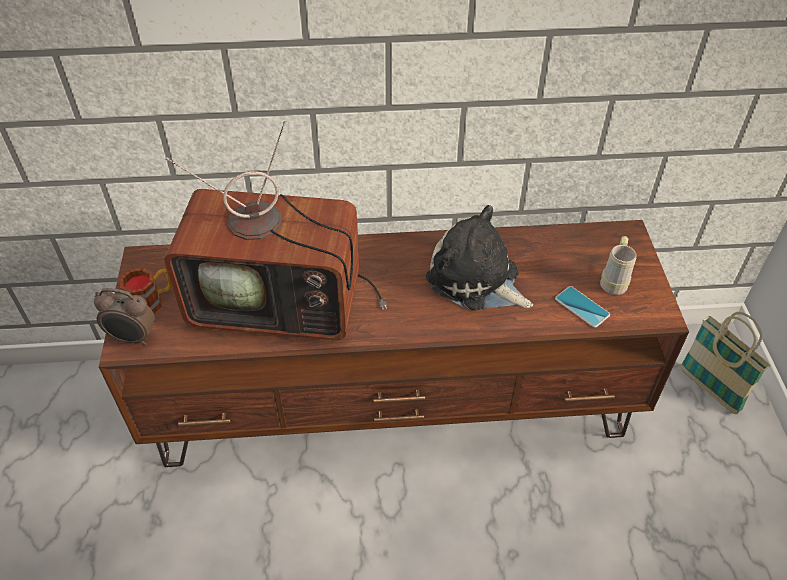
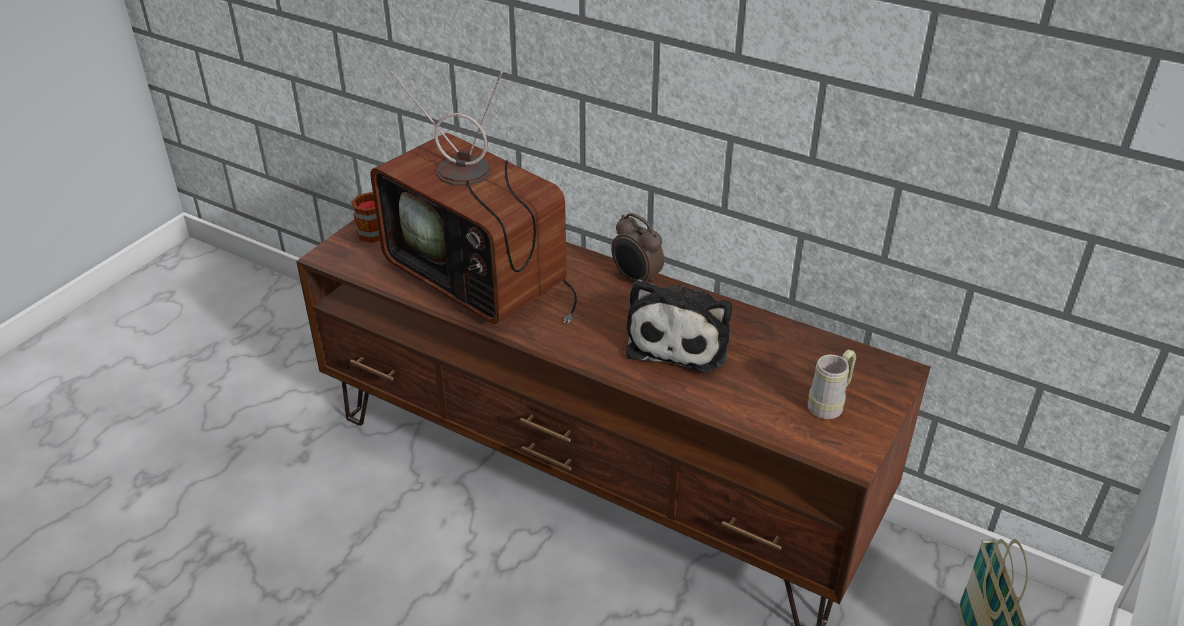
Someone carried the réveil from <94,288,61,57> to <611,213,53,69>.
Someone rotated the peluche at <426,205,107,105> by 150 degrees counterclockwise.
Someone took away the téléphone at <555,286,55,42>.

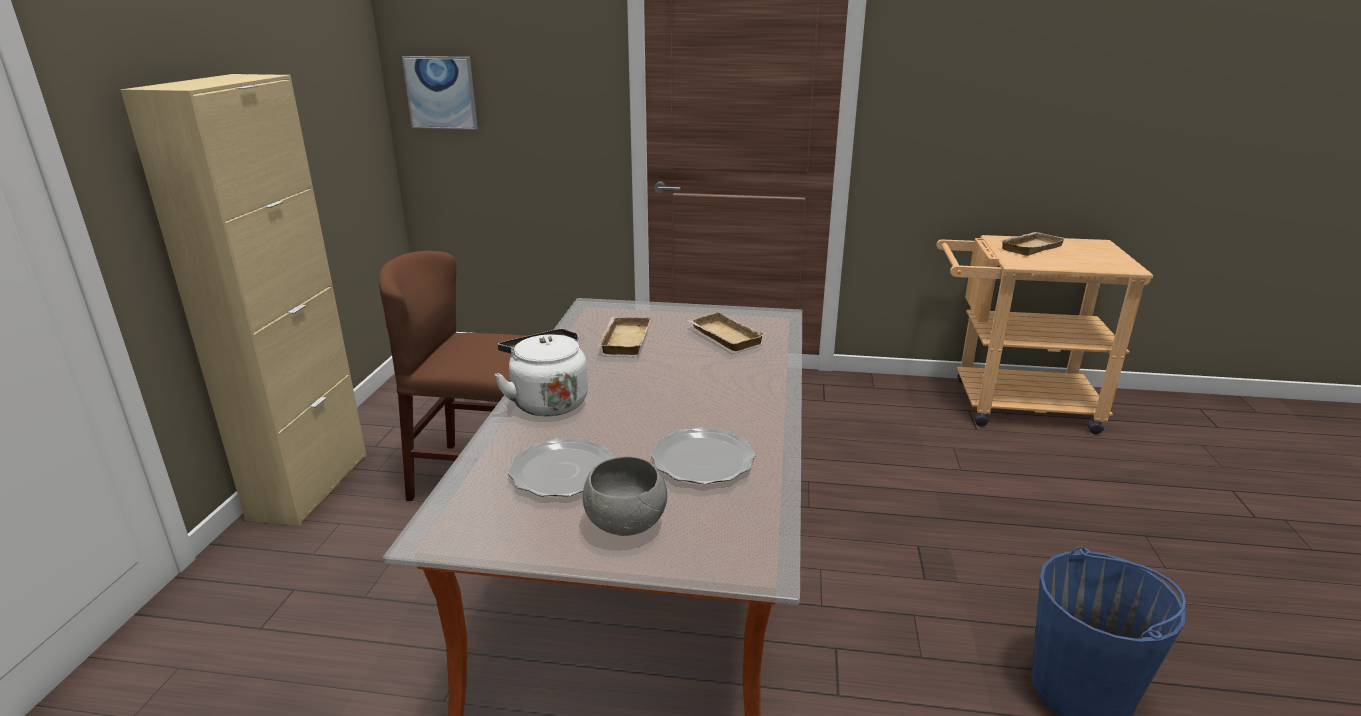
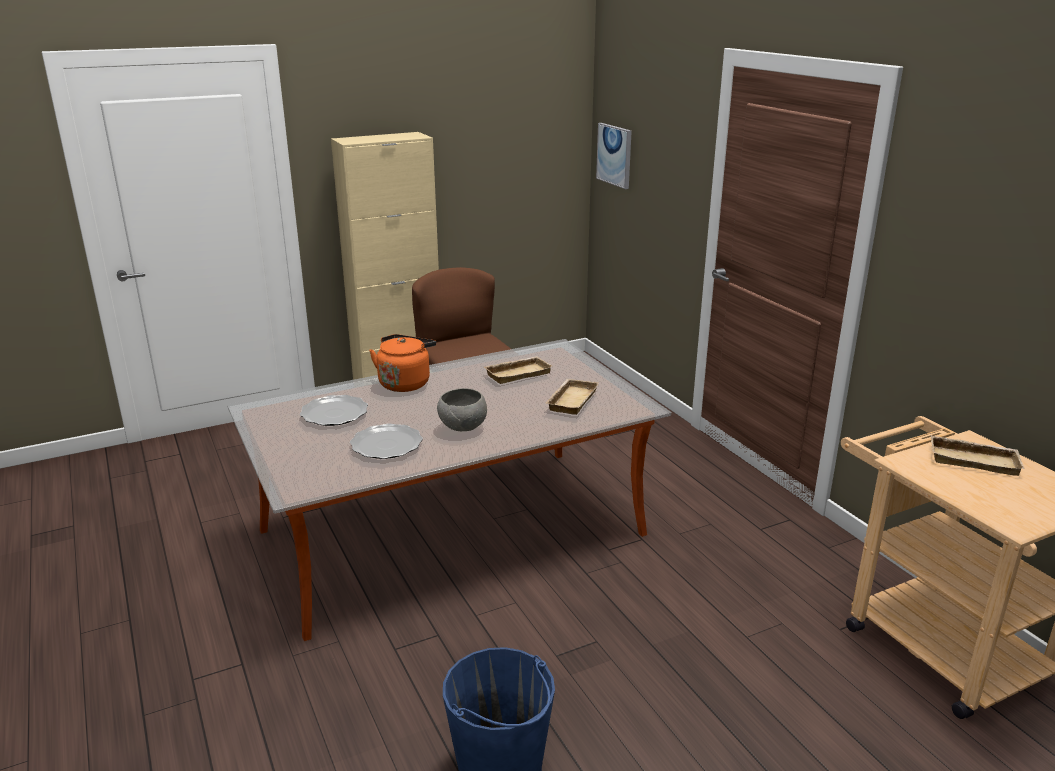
Someone repainted the bouilloire (blanc) at <494,329,94,87>, which became the bouilloire (orange) at <369,334,67,58>.
Someone carried the bol (gris) from <583,456,84,80> to <437,388,50,43>.

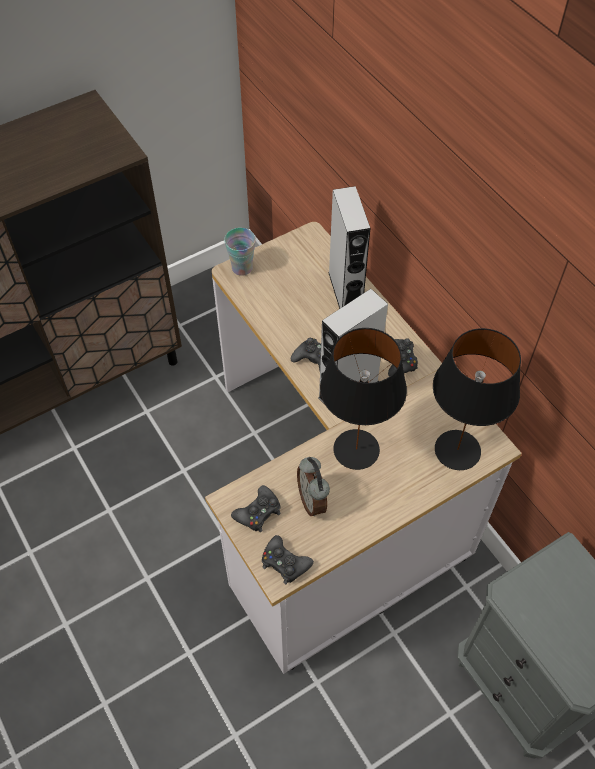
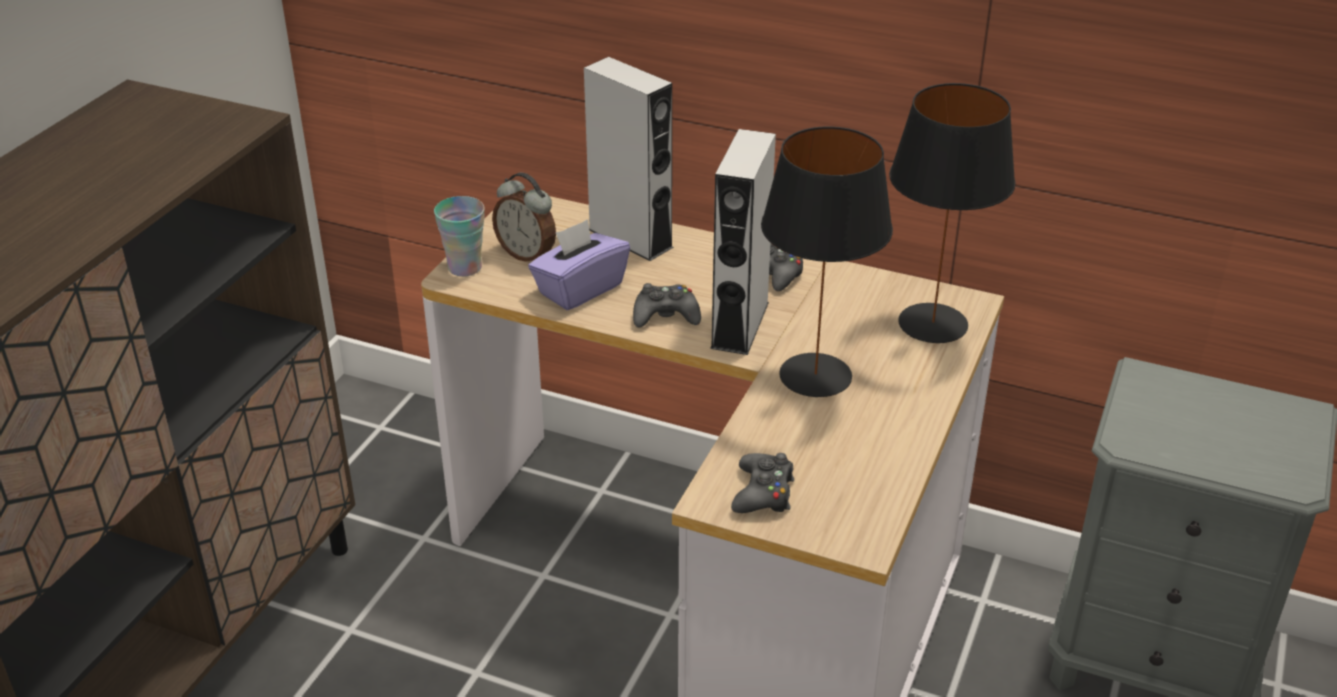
Someone carried the réveil from <297,457,33,59> to <492,173,64,89>.
Someone put down the boîte à mouchoirs (violet) at <528,219,102,91>.
Someone took away the manette (noir) at <262,535,52,49>.

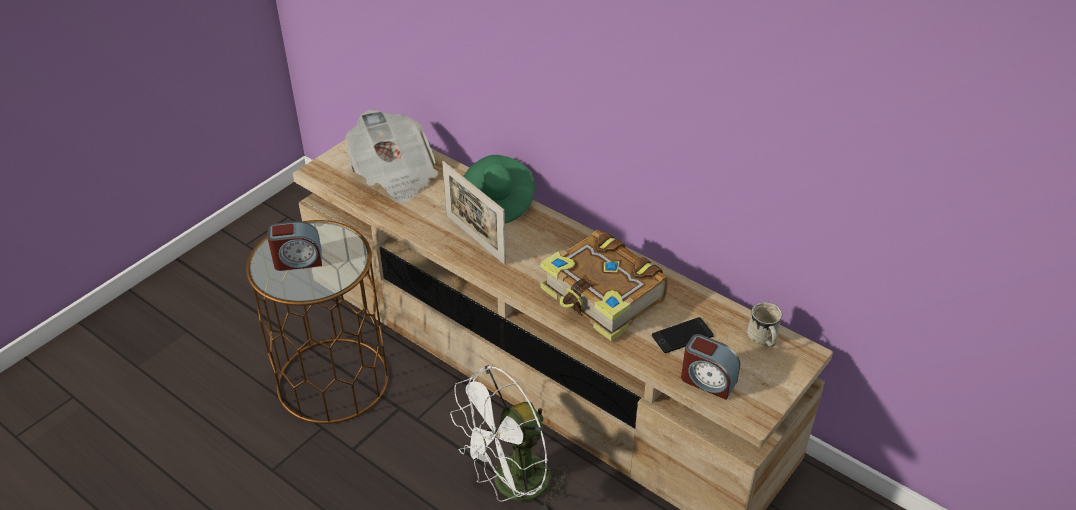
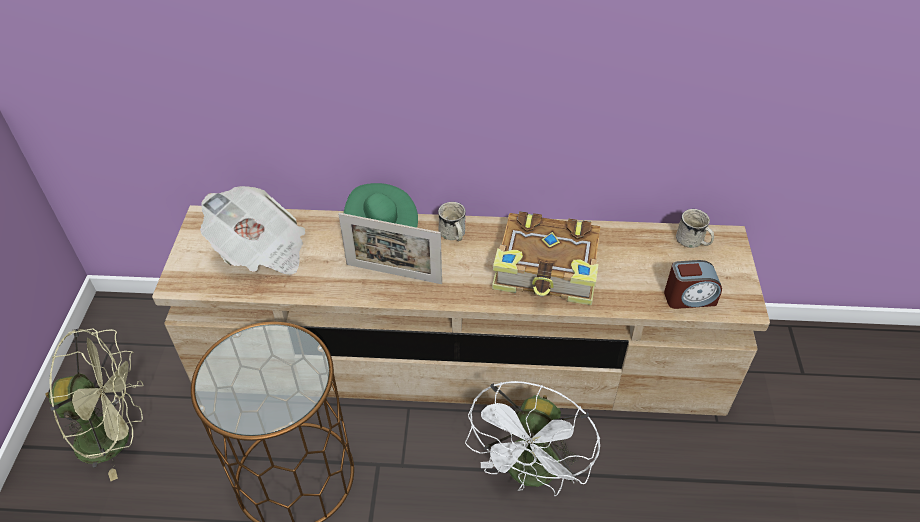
Someone put down the ventilateur (vert) at <46,328,98,153>.
Someone put down the mug (blanc) at <438,202,28,39>.
Someone took away the réveil at <267,221,55,50>.
Someone took away the téléphone at <652,317,62,37>.

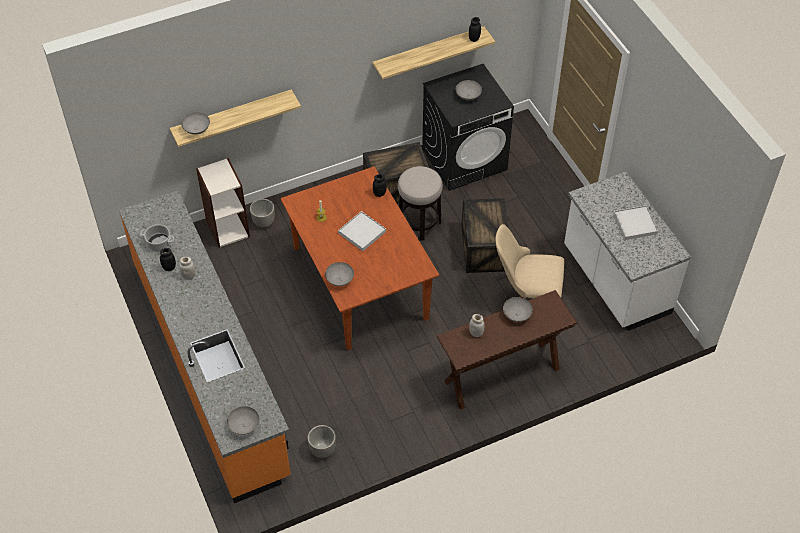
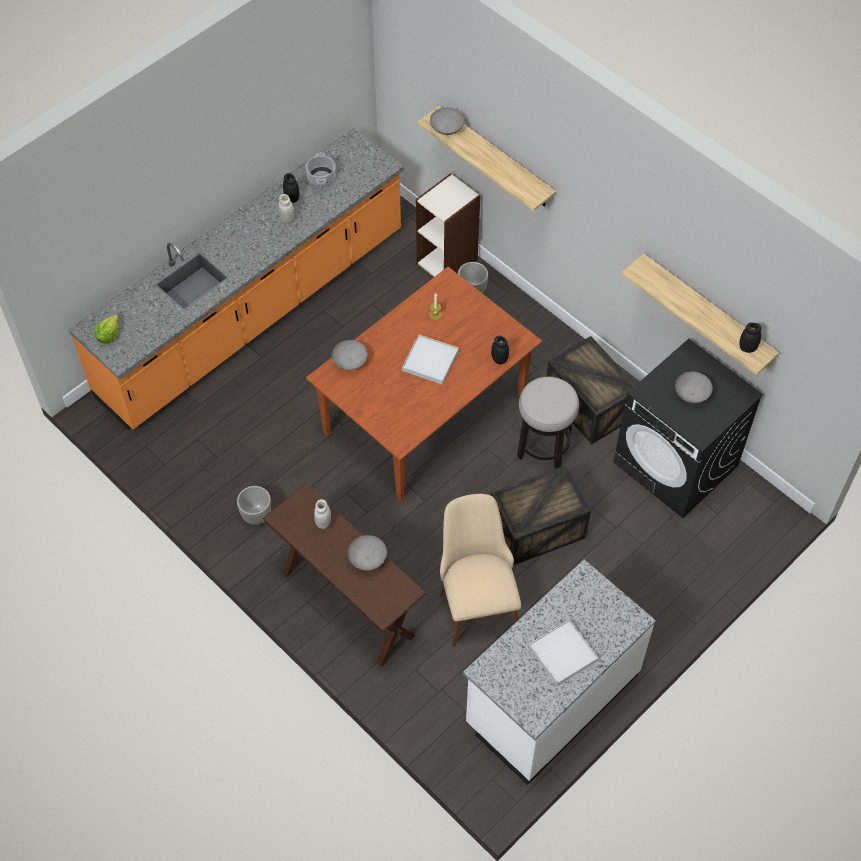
Someone swapped the bol (gris) at <227,406,32,29> for the laitue at <95,315,24,28>.
Someone carried the cache-pot from <307,425,29,33> to <237,486,34,39>.

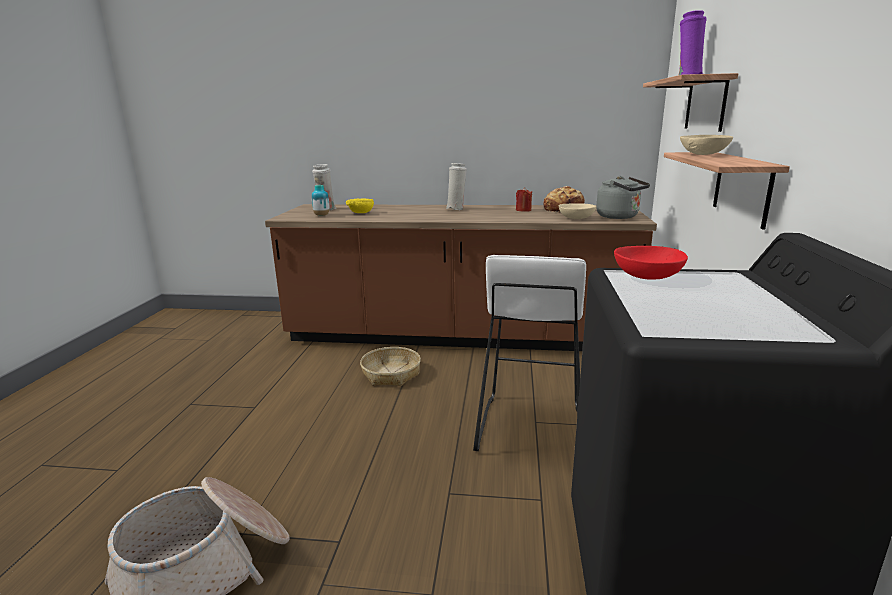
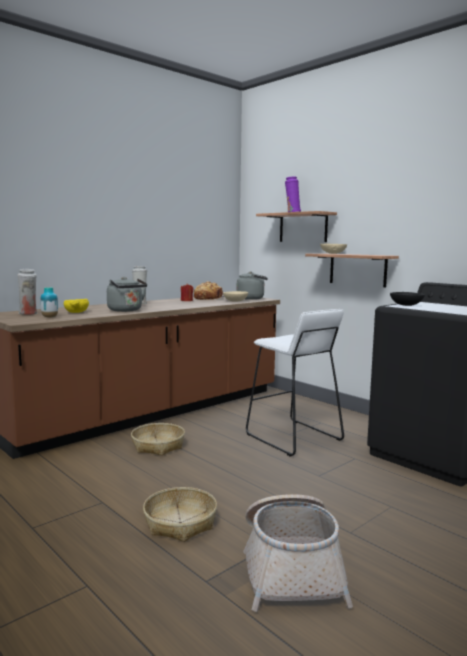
Someone put down the bouilloire (gris) at <107,277,40,35>.
Someone put down the panier at <143,487,74,55>.
Someone repainted the bol (rouge) at <614,246,74,34>, which became the bol (noir) at <390,292,35,14>.

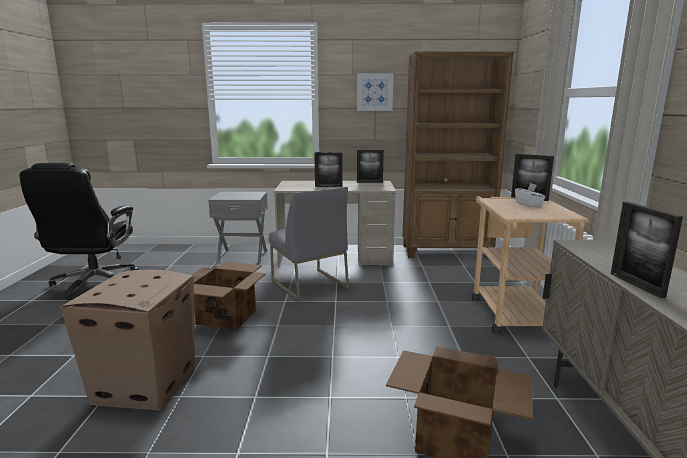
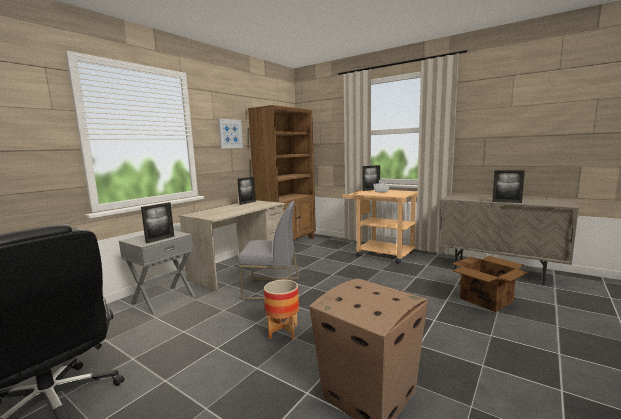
Someone carried the cadre photo from <314,152,28,35> to <141,202,33,41>.
Someone swapped the carton at <192,262,73,68> for the cache-pot at <264,280,35,60>.

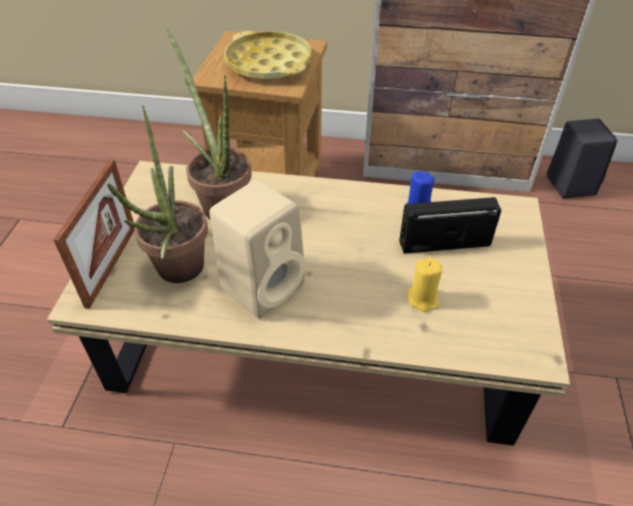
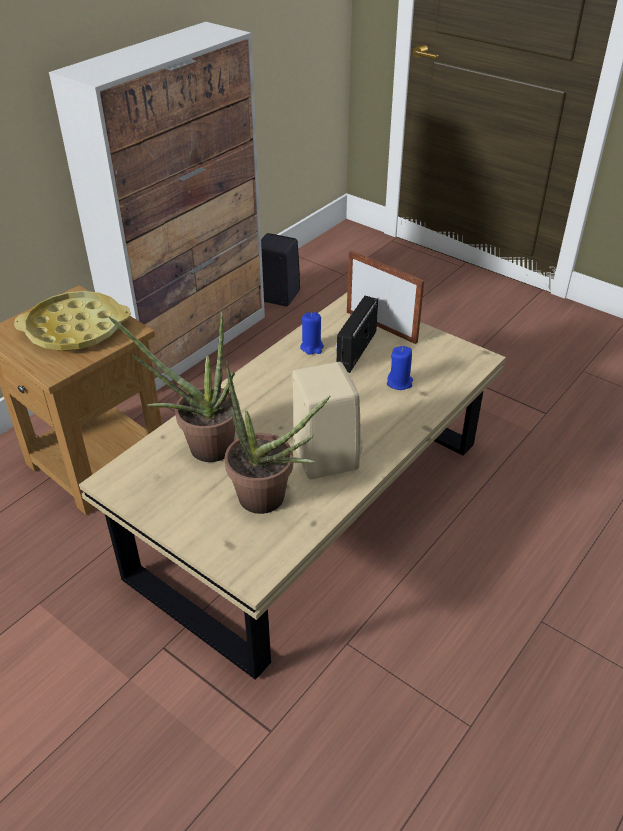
Someone carried the cadre photo from <53,159,81,150> to <347,251,77,93>.
Someone repainted the bougie (jaune) at <408,257,34,55>, which became the bougie (bleu) at <387,346,26,44>.

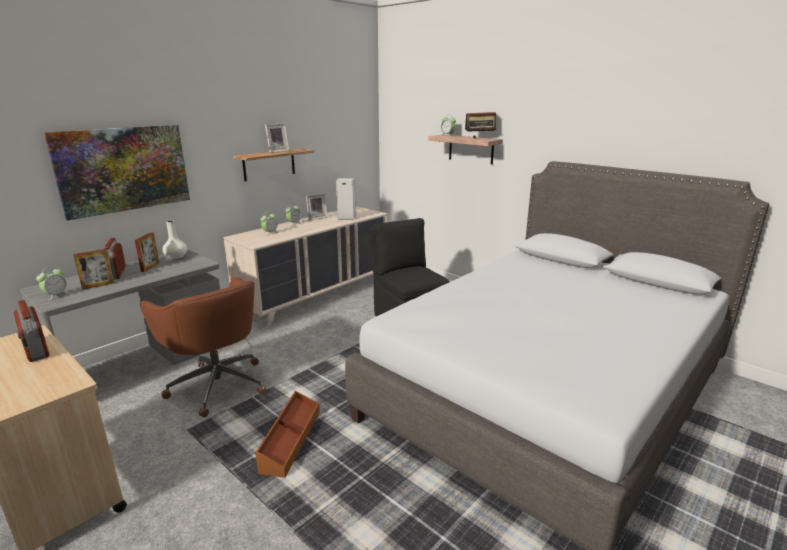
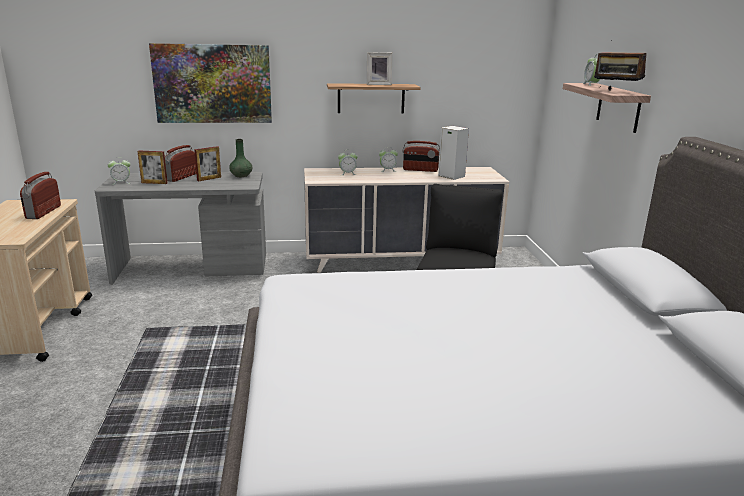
Someone repainted the vase (blanc) at <162,220,25,39>, which became the vase (vert) at <229,139,23,38>.
Someone swapped the cadre photo at <306,194,22,27> for the radio at <403,141,37,31>.
Someone took away the chaise de bureau (marron) at <140,277,126,140>.
Someone took away the boîte de rangement (marron) at <255,391,65,87>.

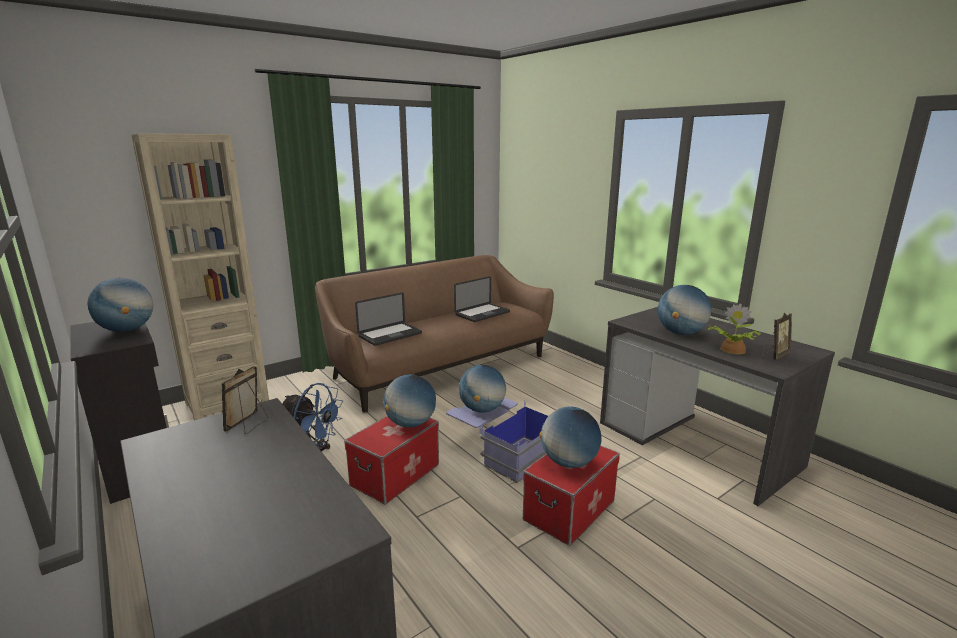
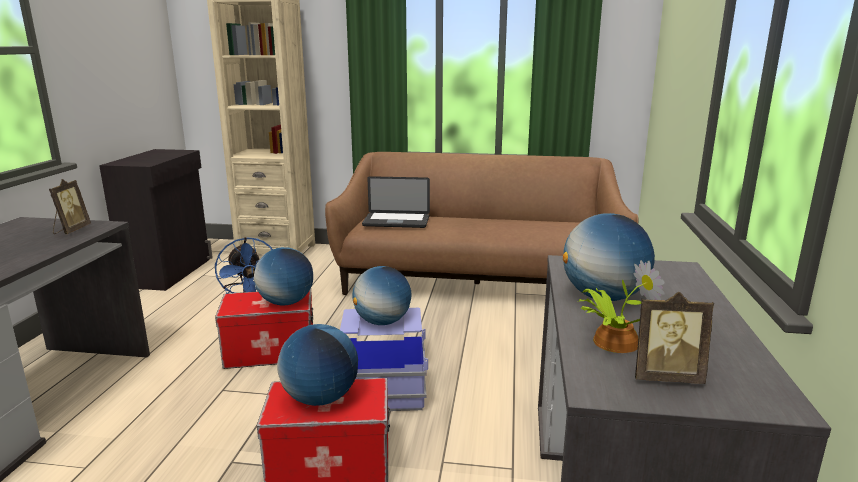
Someone rotated the cadre photo at <222,366,46,68> by 120 degrees clockwise.
Someone took away the globe at <88,278,65,54>.
Someone took away the ordinateur portable at <454,276,56,46>.

